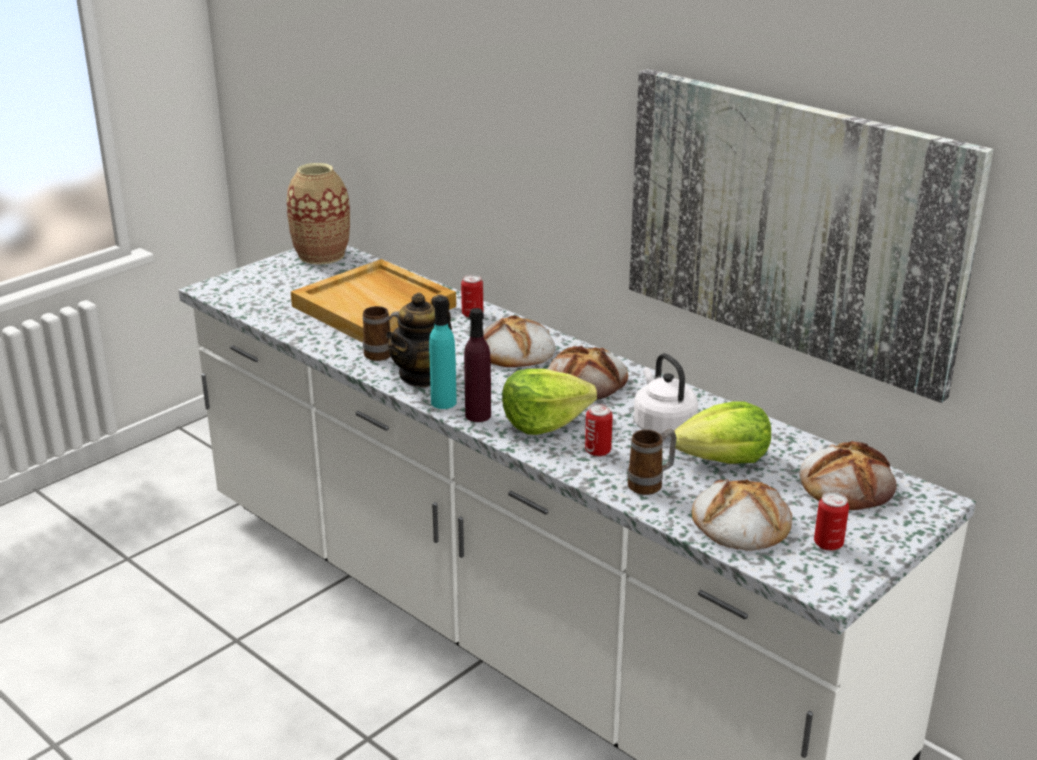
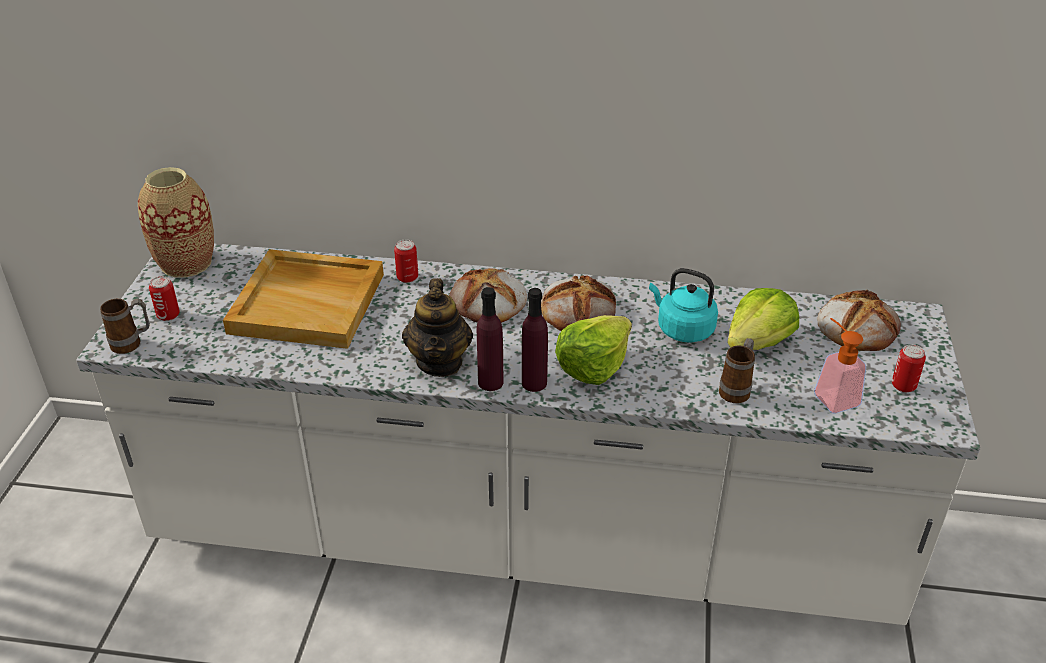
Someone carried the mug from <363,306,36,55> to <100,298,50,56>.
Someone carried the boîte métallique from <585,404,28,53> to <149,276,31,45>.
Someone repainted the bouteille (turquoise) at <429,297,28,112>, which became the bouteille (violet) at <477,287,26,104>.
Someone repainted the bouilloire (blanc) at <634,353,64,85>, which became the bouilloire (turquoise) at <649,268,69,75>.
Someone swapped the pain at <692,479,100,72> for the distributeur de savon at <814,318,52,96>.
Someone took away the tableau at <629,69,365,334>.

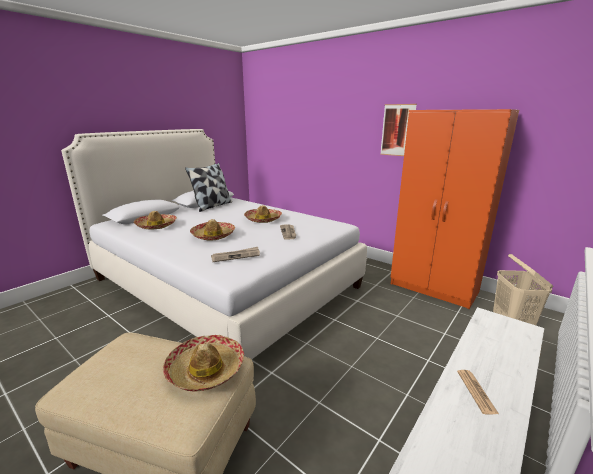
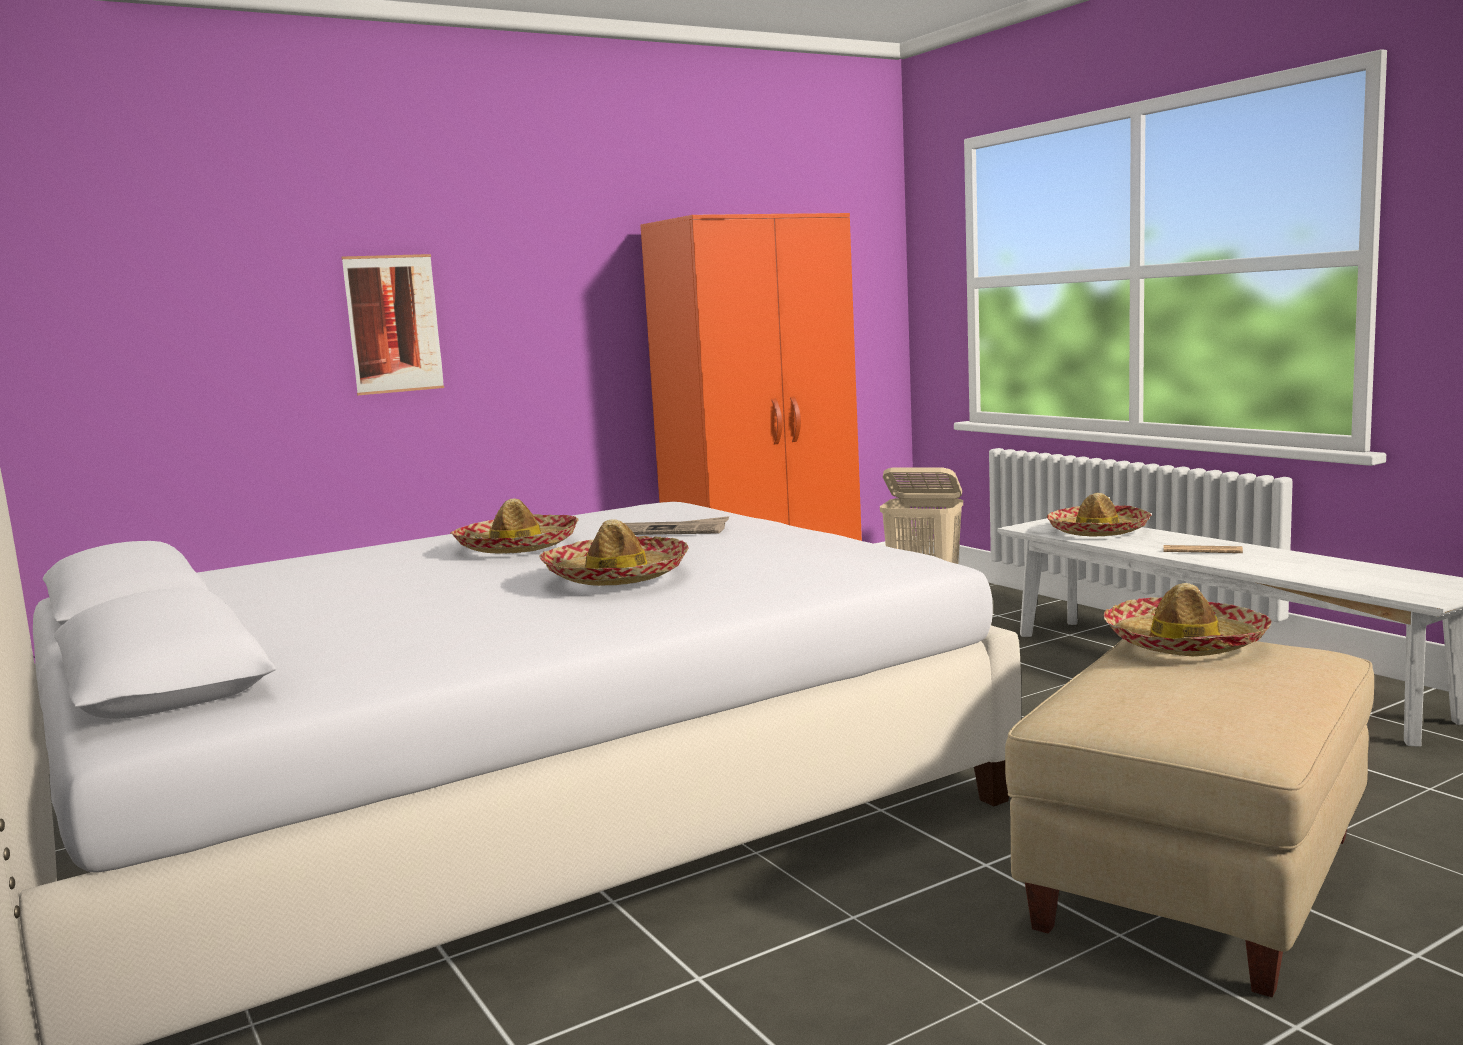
Someone carried the tableau from <380,104,37,52> to <342,254,102,141>.
Someone carried the chapeau from <134,211,43,18> to <1047,493,105,43>.
Someone took away the coussin at <185,163,47,49>.
Someone took away the journal at <211,247,49,15>.

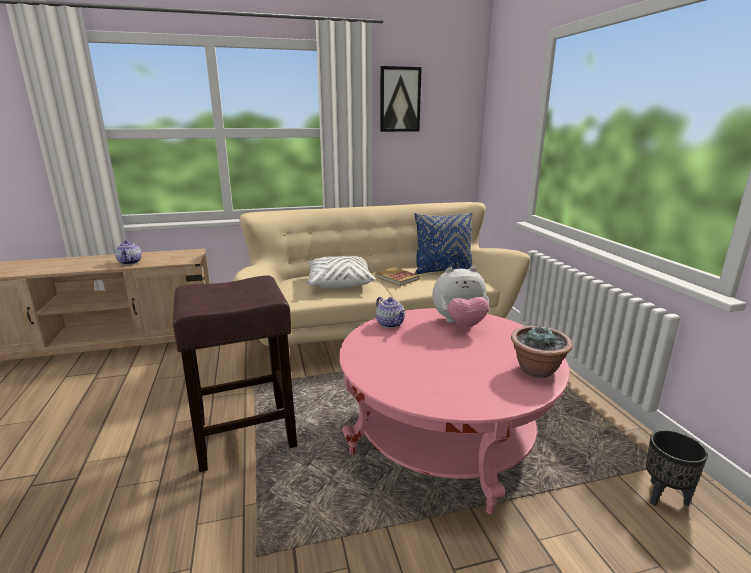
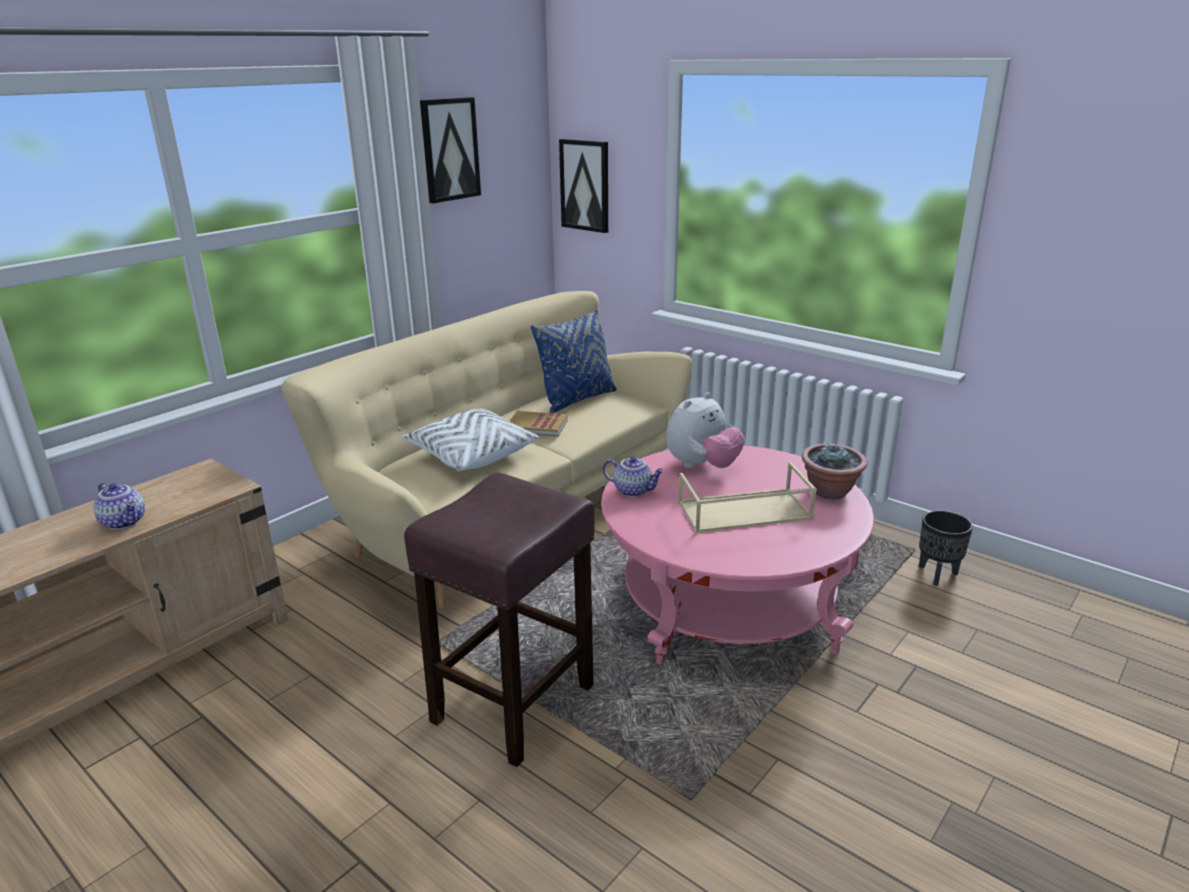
Someone put up the tableau at <559,139,49,94>.
Someone put down the plateau (beige) at <678,462,139,71>.

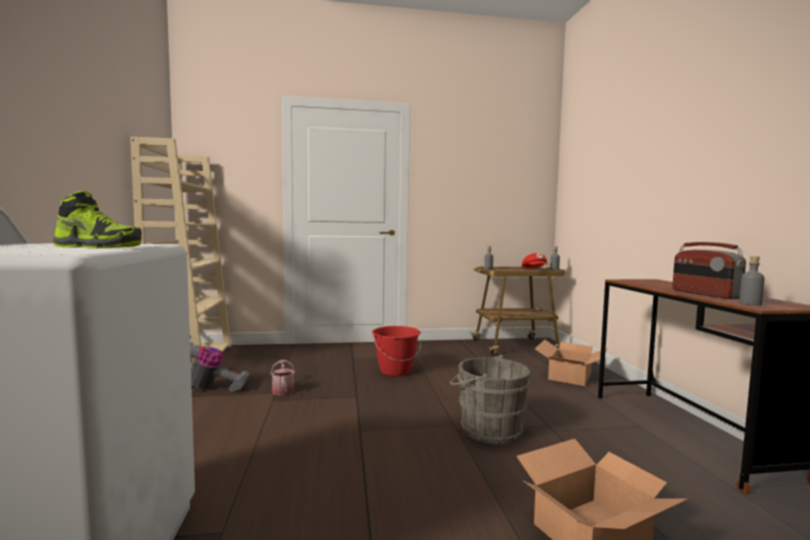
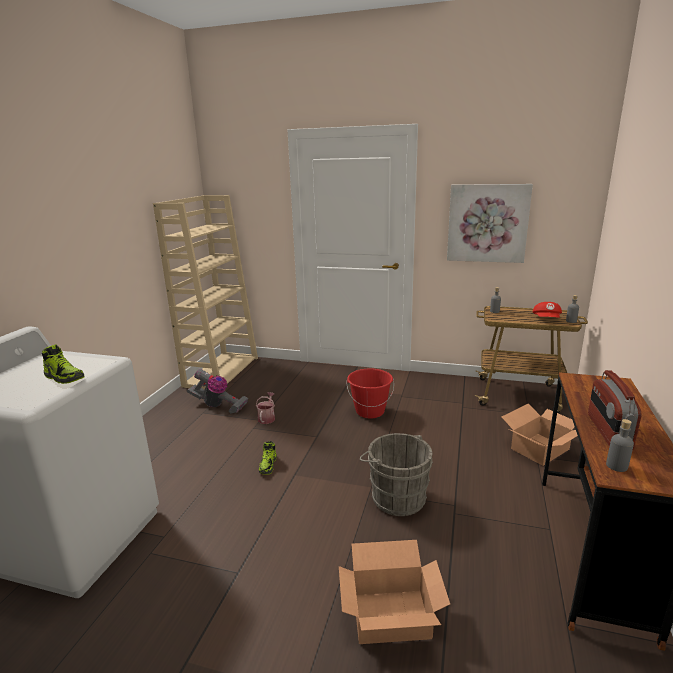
Someone put down the chaussure at <259,441,18,34>.
Someone put up the tableau at <447,184,86,79>.

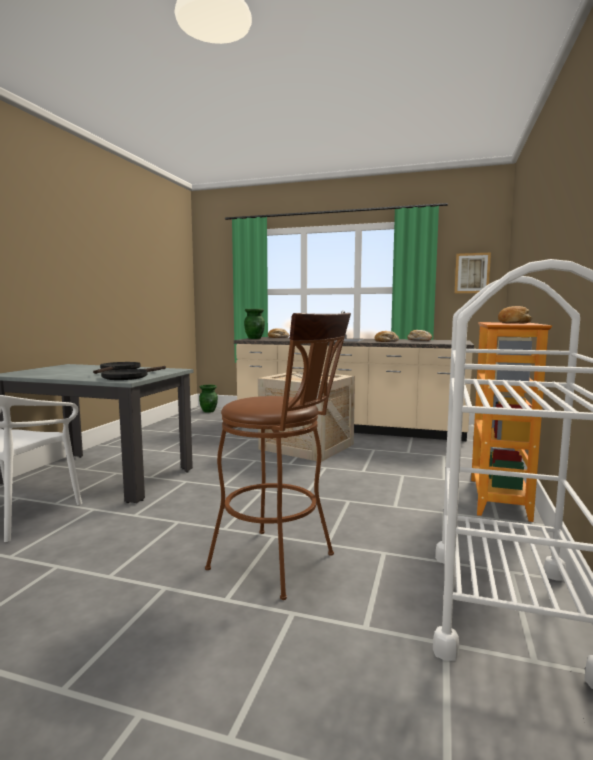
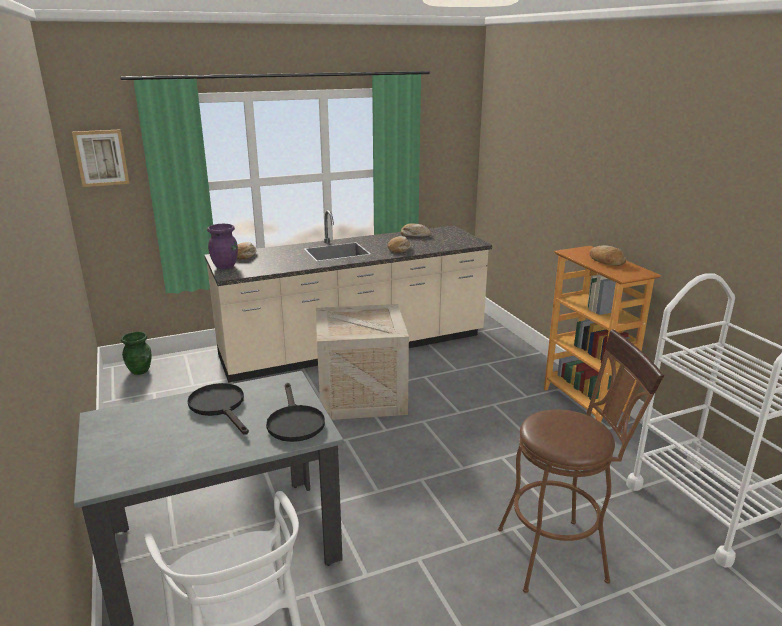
Someone carried the tableau from <455,253,36,40> to <72,129,57,58>.
Someone repainted the vase (vert) at <244,309,21,30>, which became the vase (violet) at <207,224,31,45>.

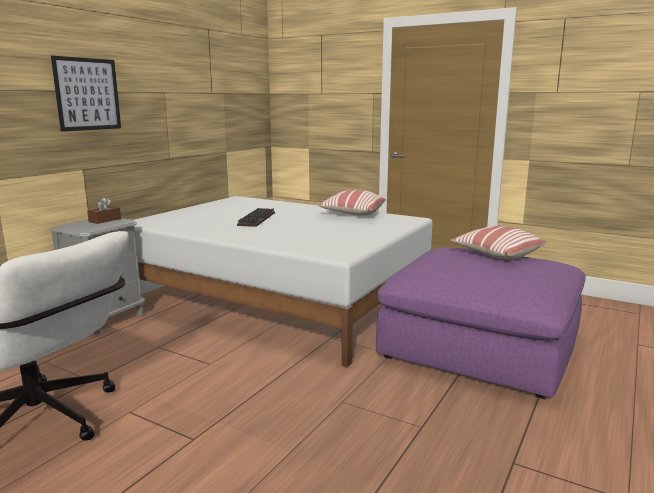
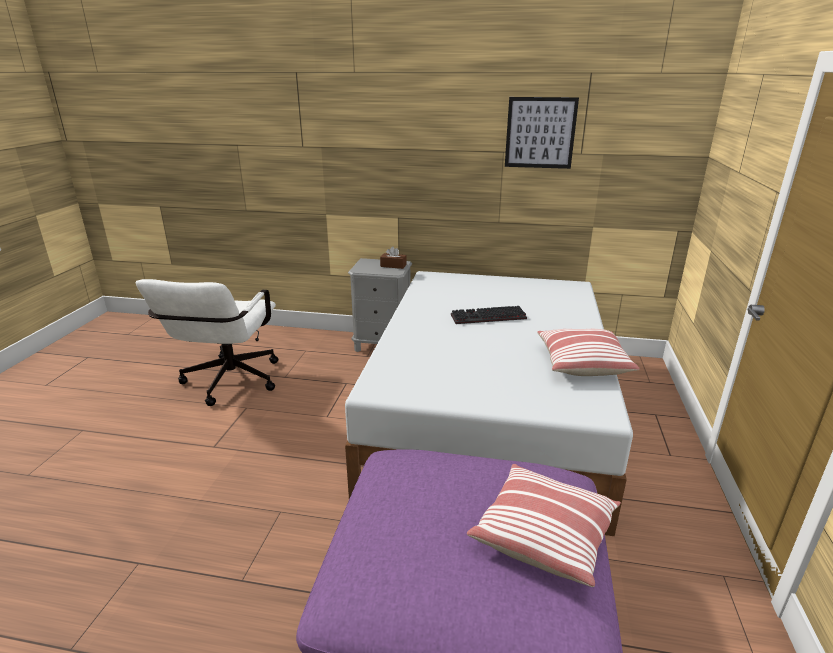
Someone carried the tableau from <51,56,70,76> to <505,97,74,72>.

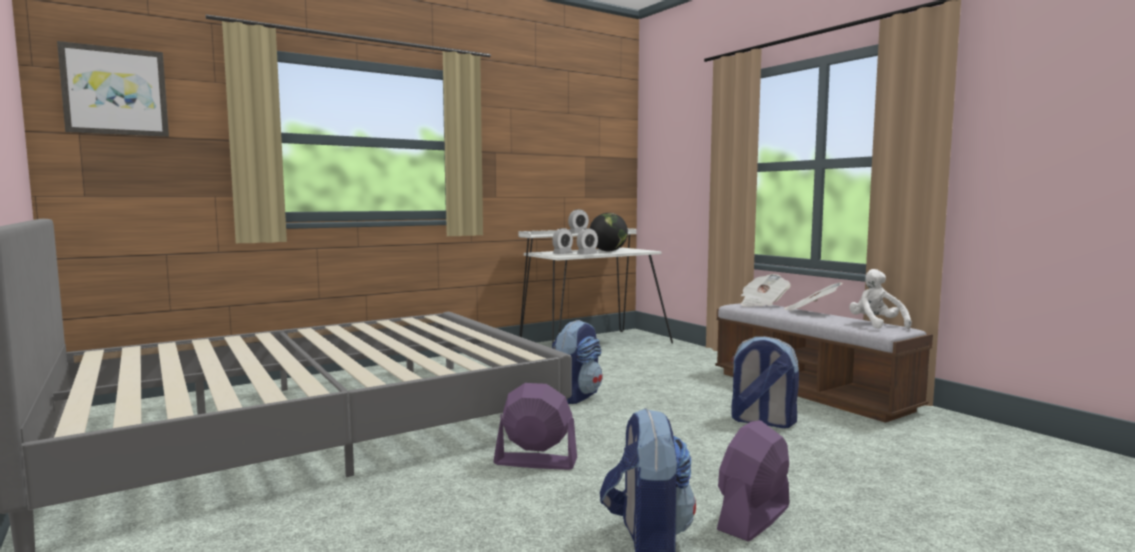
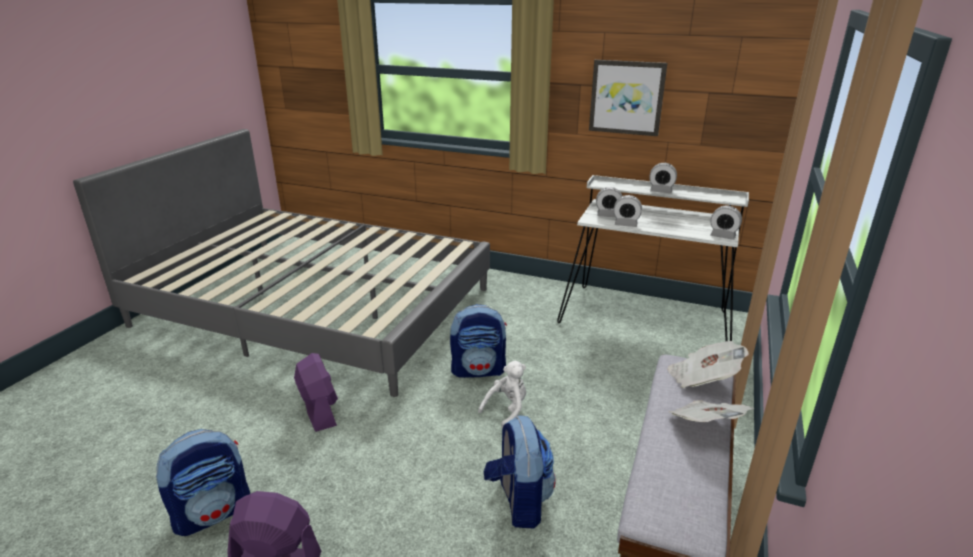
Someone carried the peluche (blanc) from <849,269,63,60> to <478,361,48,68>.
Someone carried the tableau from <57,41,112,96> to <589,60,78,76>.
Someone put down the réveil at <710,206,32,34>.
Someone took away the globe at <590,213,38,38>.

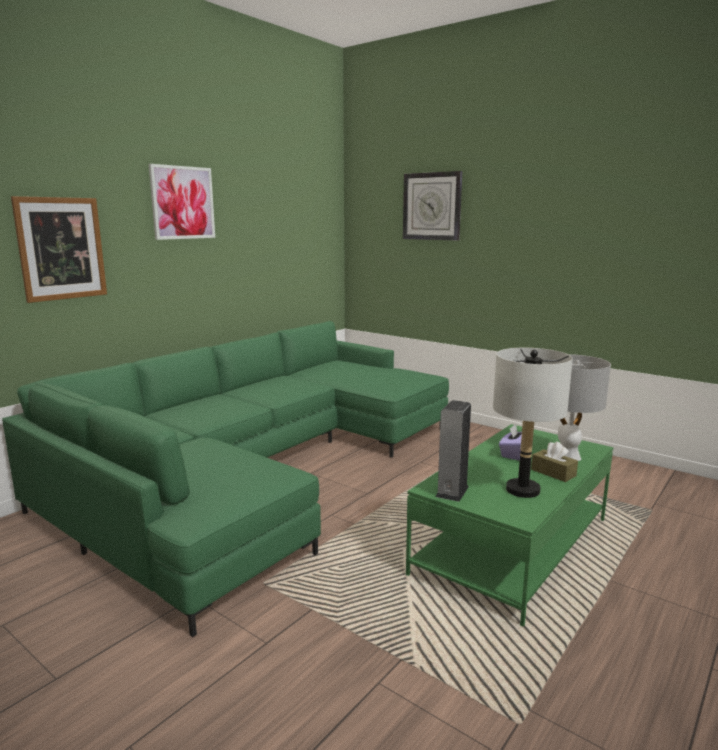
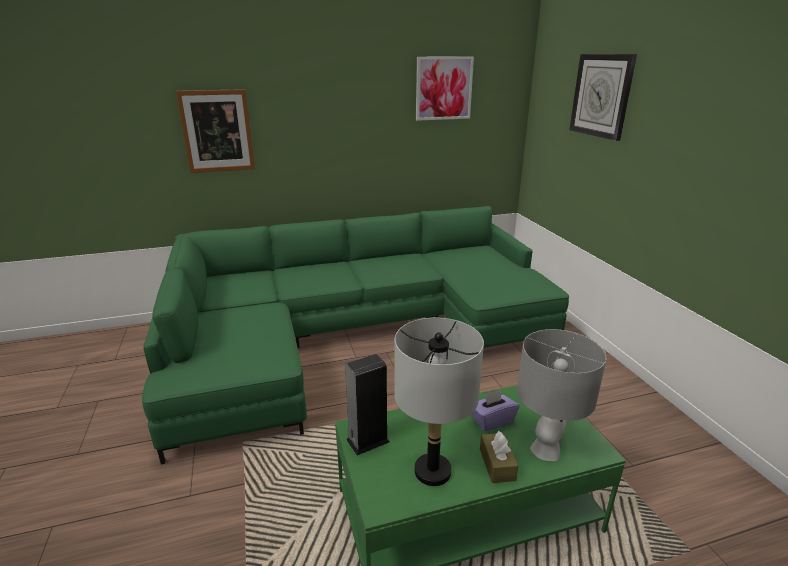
Someone carried the tableau from <148,164,67,76> to <416,57,58,64>.

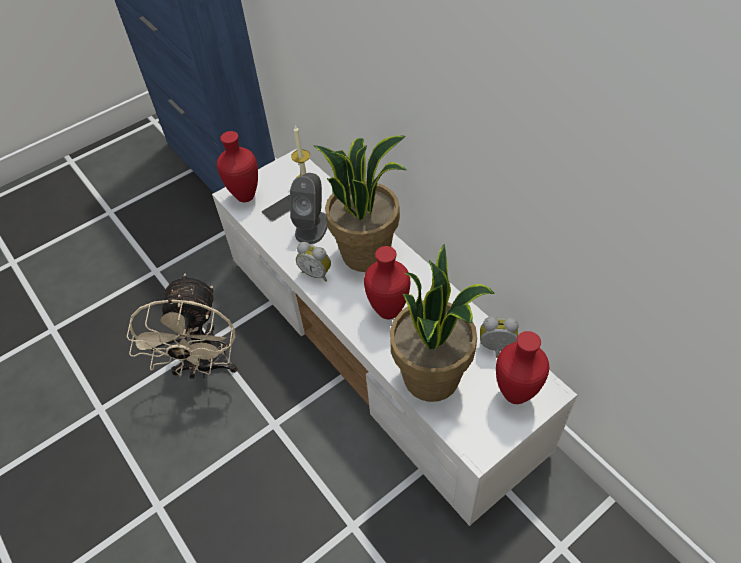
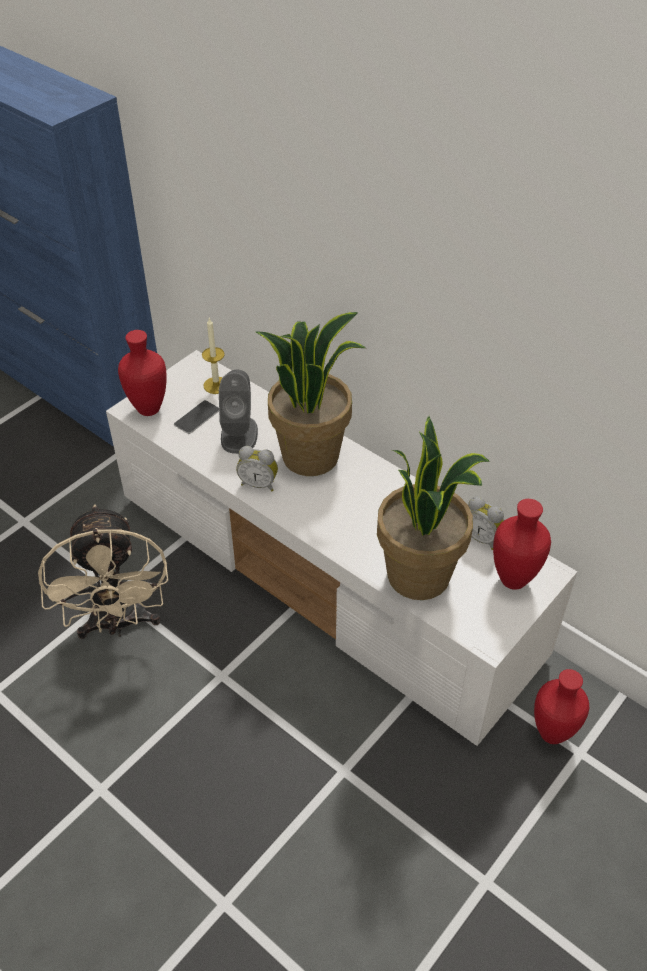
Someone rotated the réveil at <480,317,39,41> by 135 degrees counterclockwise.
Someone carried the vase (rouge) from <364,246,47,73> to <534,669,55,75>.

